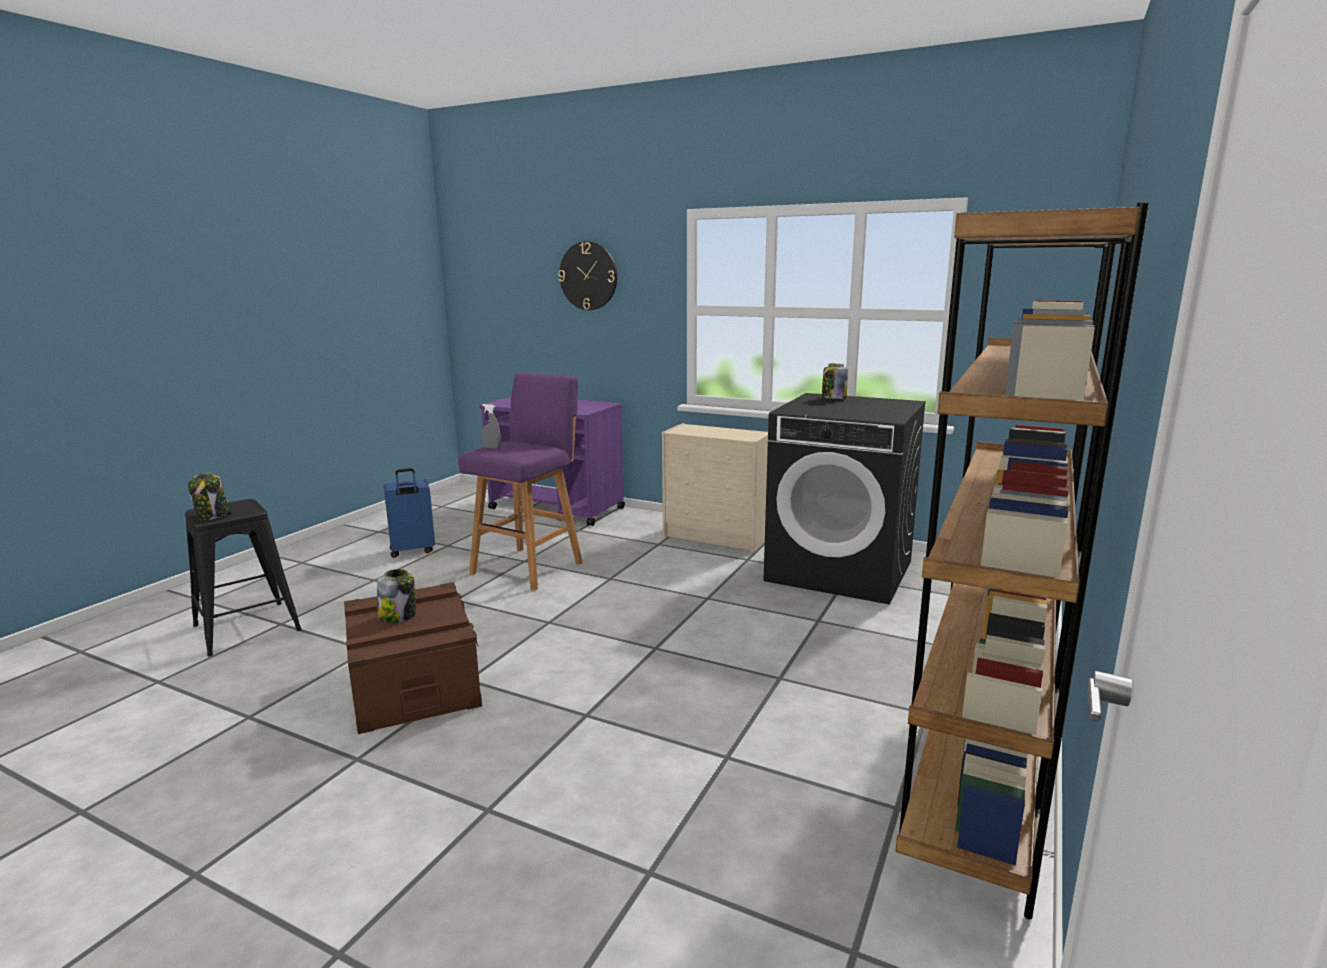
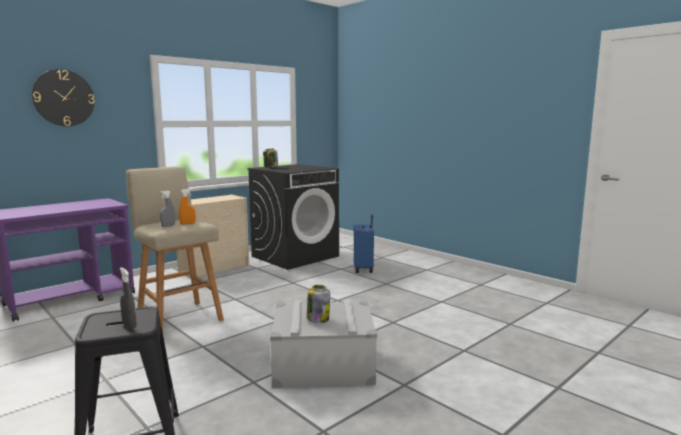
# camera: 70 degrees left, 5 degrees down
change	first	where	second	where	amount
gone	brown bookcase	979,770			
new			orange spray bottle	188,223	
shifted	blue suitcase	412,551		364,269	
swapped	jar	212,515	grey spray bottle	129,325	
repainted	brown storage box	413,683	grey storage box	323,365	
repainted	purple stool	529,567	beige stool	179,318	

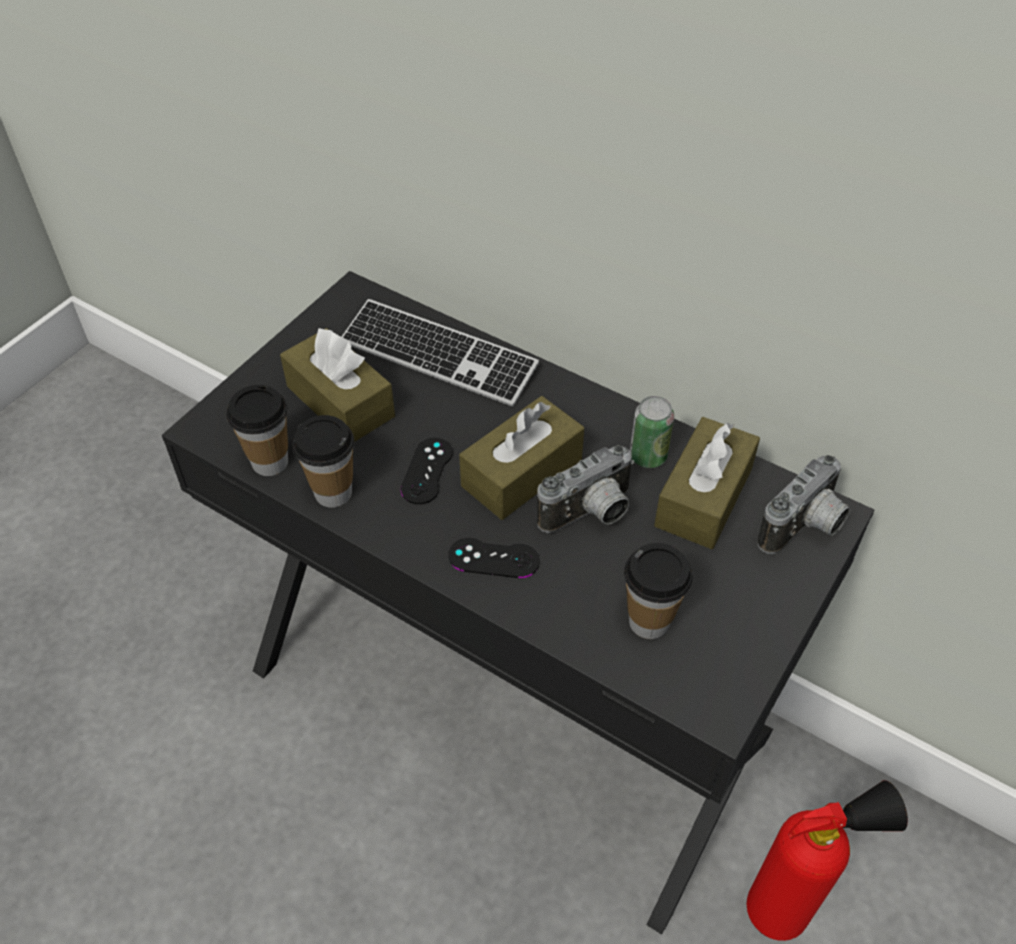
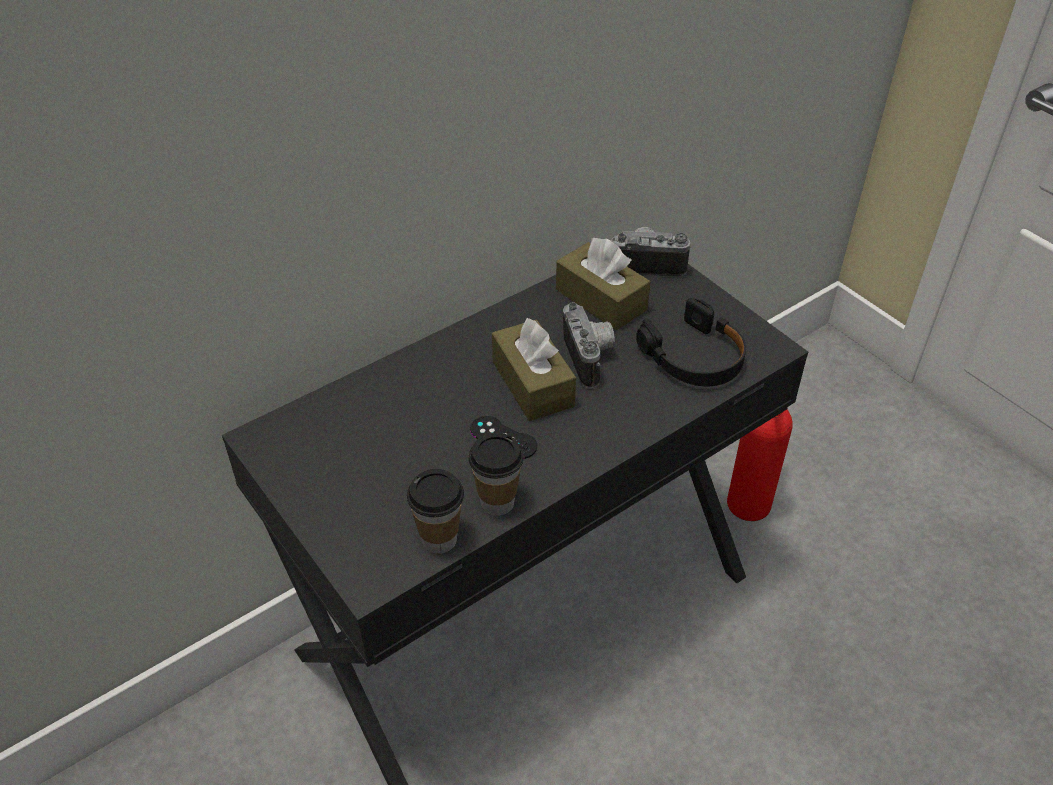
# camera: 70 degrees left, 5 degrees down
change	first	where	second	where	amount
gone	brown tissue box	340,401			
gone	keyboard	438,356			
gone	black game controller	494,558			
gone	can	648,456			
swapped	cup	649,621	black headphones	694,357	
rotated	photo camera	805,528		647,264	60 degrees counterclockwise

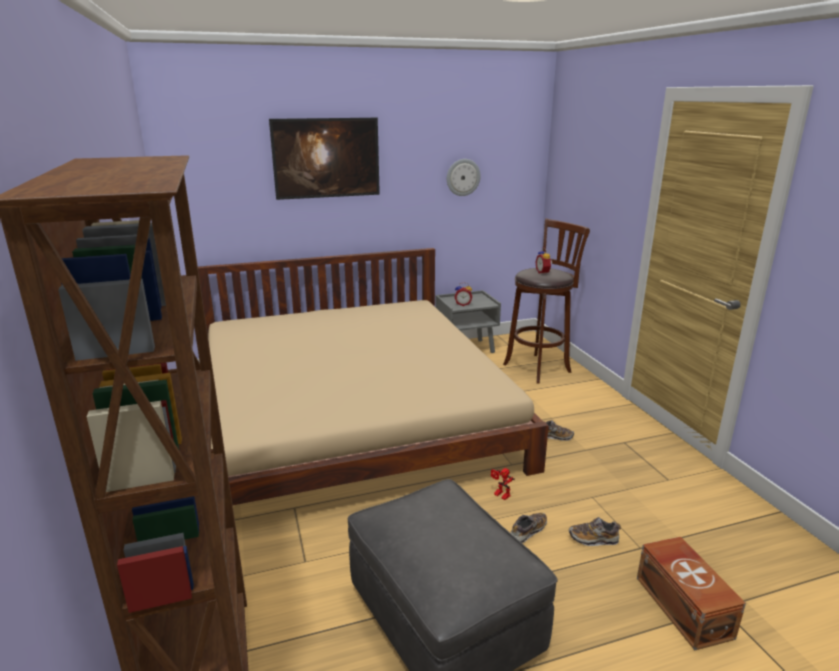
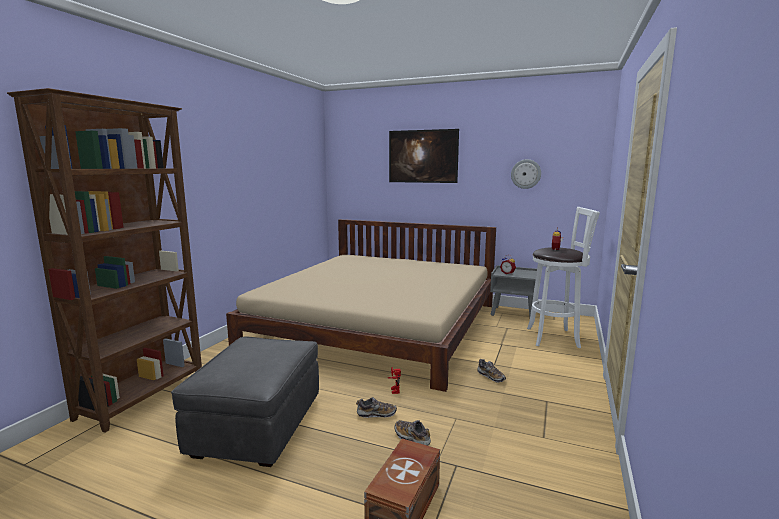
# camera: 40 degrees right, 10 degrees down
change	first	where	second	where	amount
repainted	brown stool	539,367	white stool	556,337	

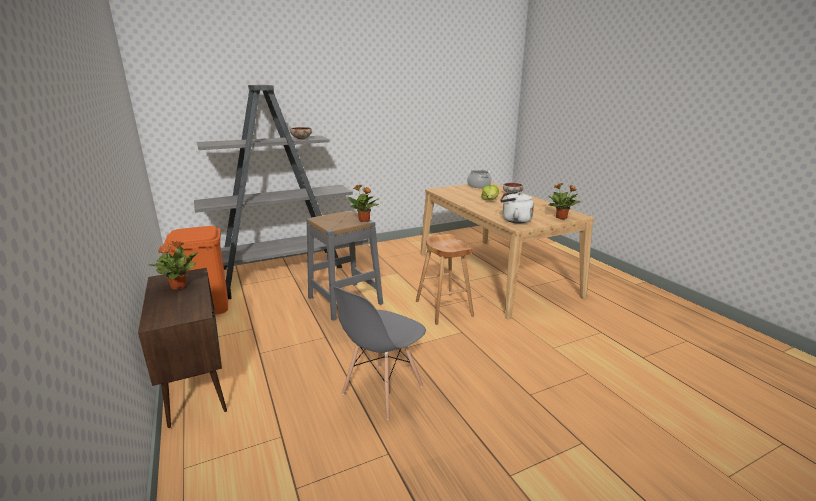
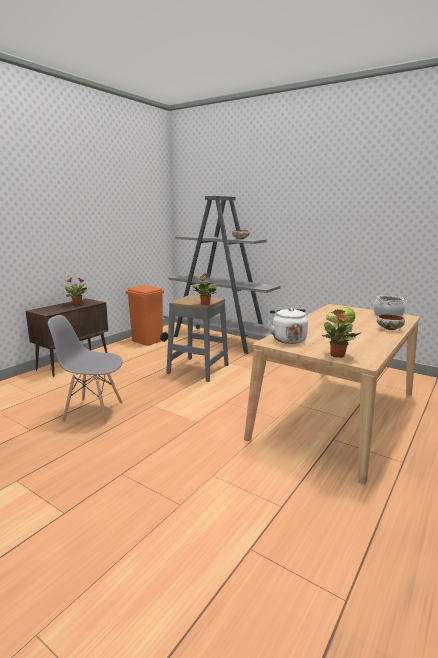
# camera: 60 degrees right, 5 degrees down
change	first	where	second	where	amount
gone	brown stool	444,308			

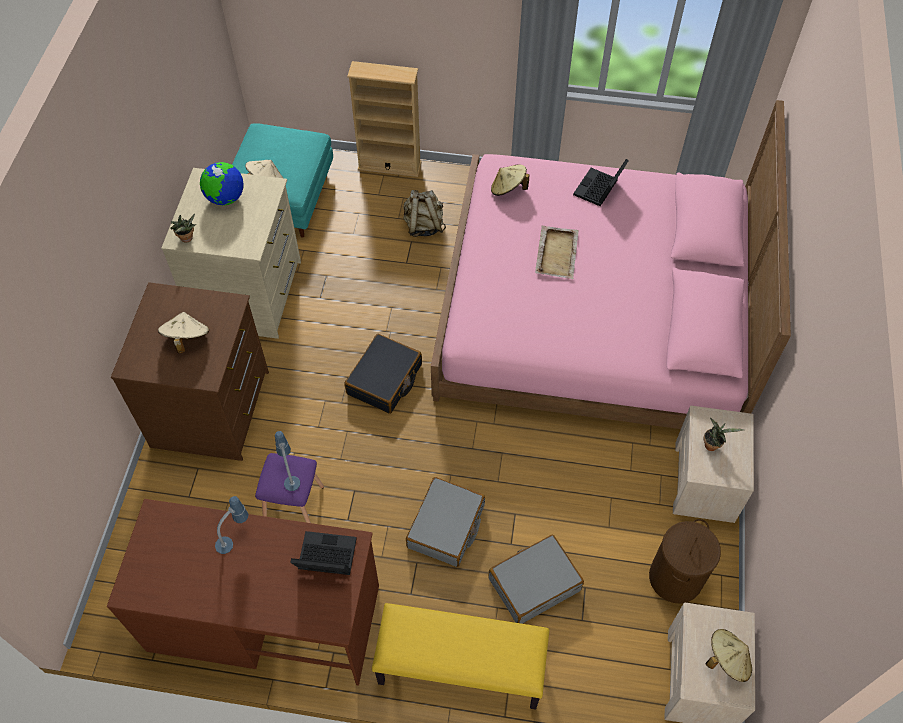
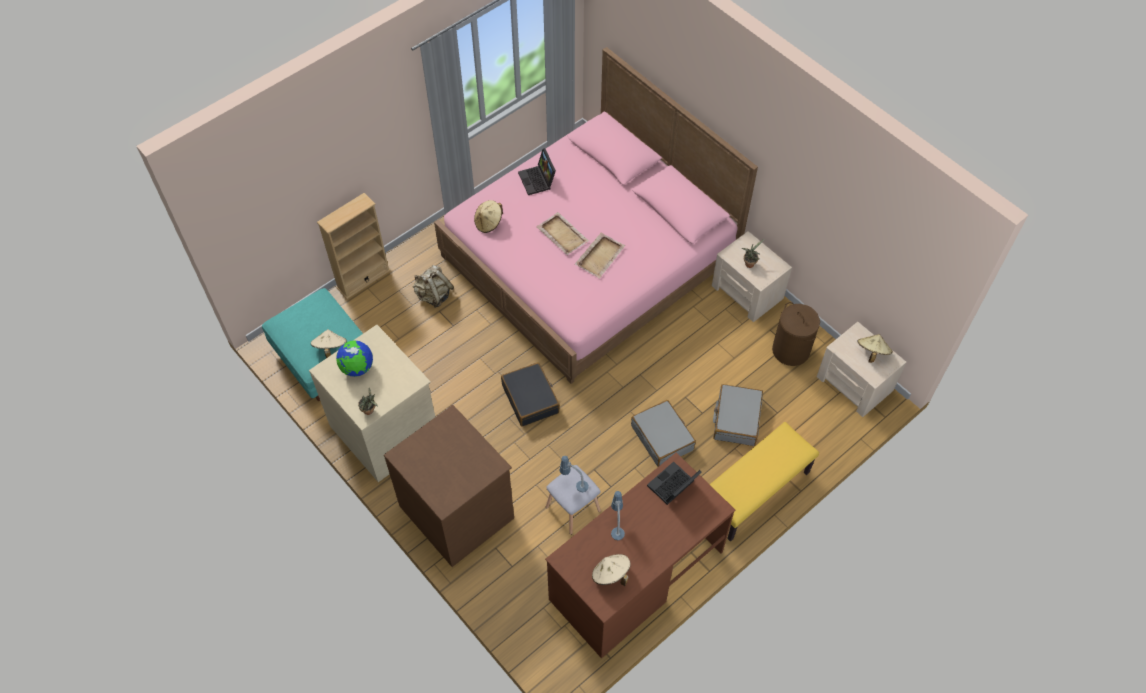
# camera: 50 degrees left, 0 degrees up
change	first	where	second	where	amount
new			beige tray	600,256	
shifted	beige hat	186,339		610,574	
repainted	purple stool	295,504	grey stool	573,508	

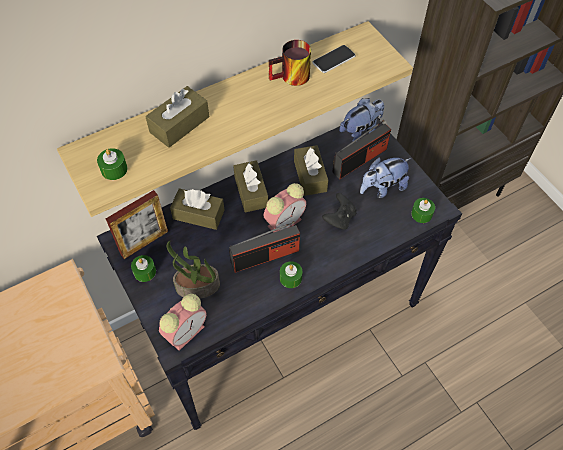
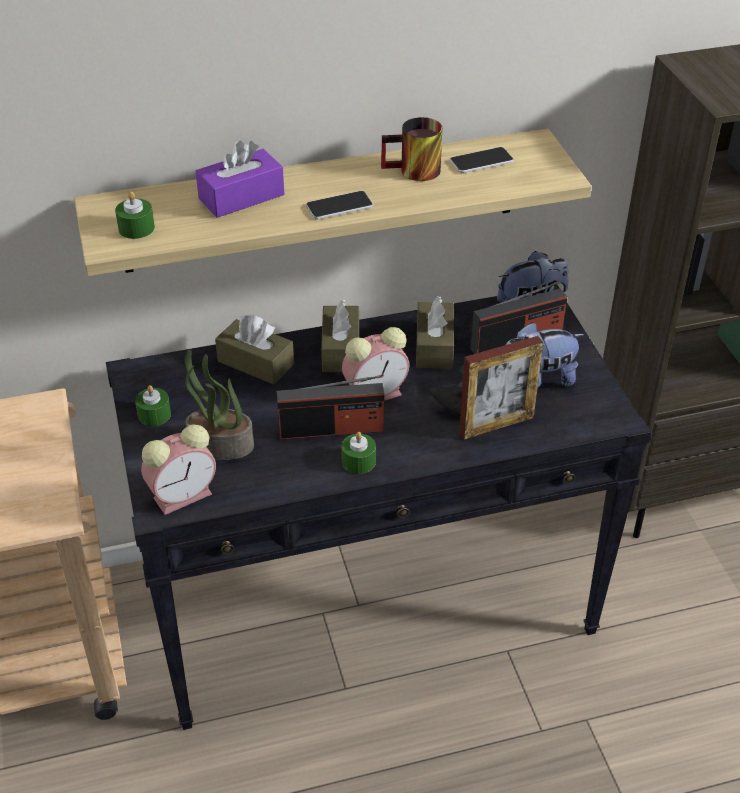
# camera: 15 degrees right, 15 degrees down
change	first	where	second	where	amount
gone	green candle	421,214			
new			phone	339,206	
shifted	picture frame	144,243		496,425	
repainted	brown tissue box	179,124	purple tissue box	241,197	

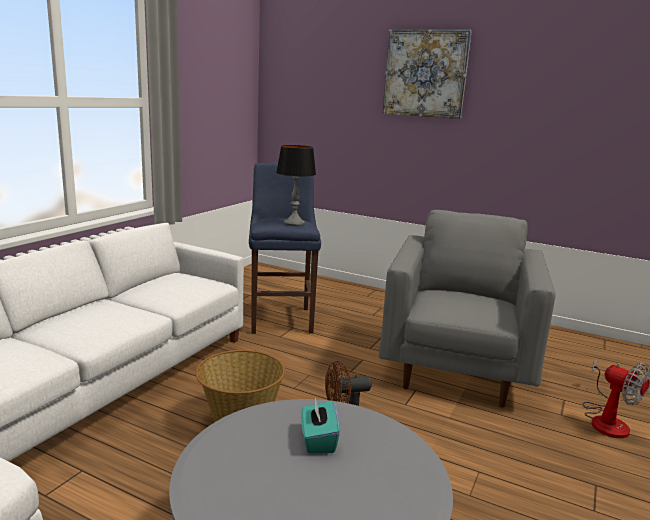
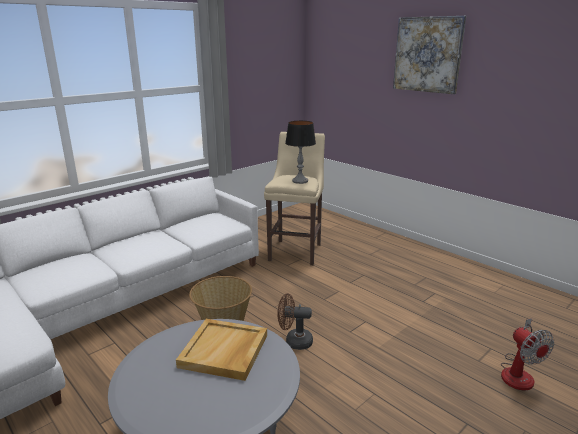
# camera: 20 degrees right, 5 degrees up
change	first	where	second	where	amount
gone	grey armchair	456,370			
swapped	turquoise tissue box	318,440	beige tray	224,351	
repainted	blue stool	281,318	beige stool	296,251	

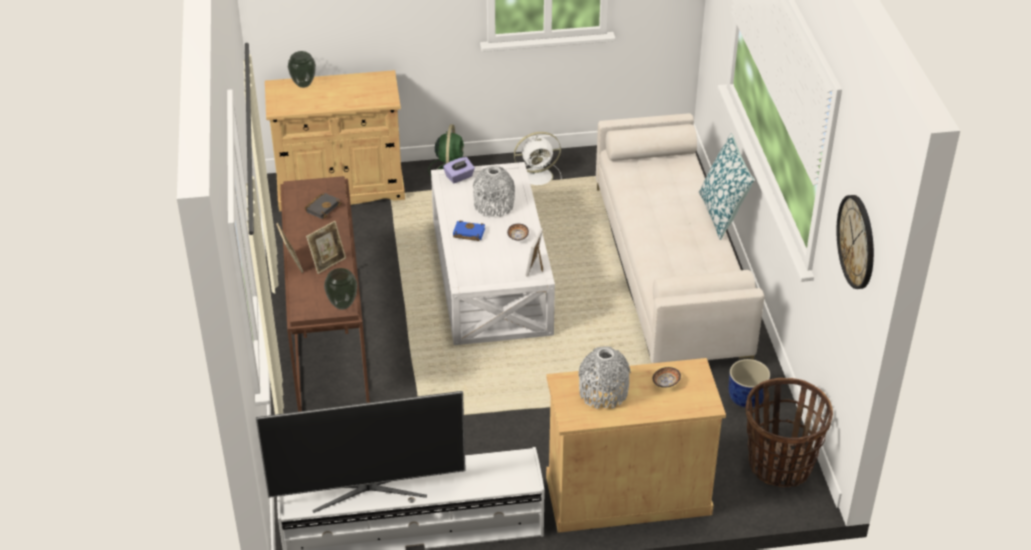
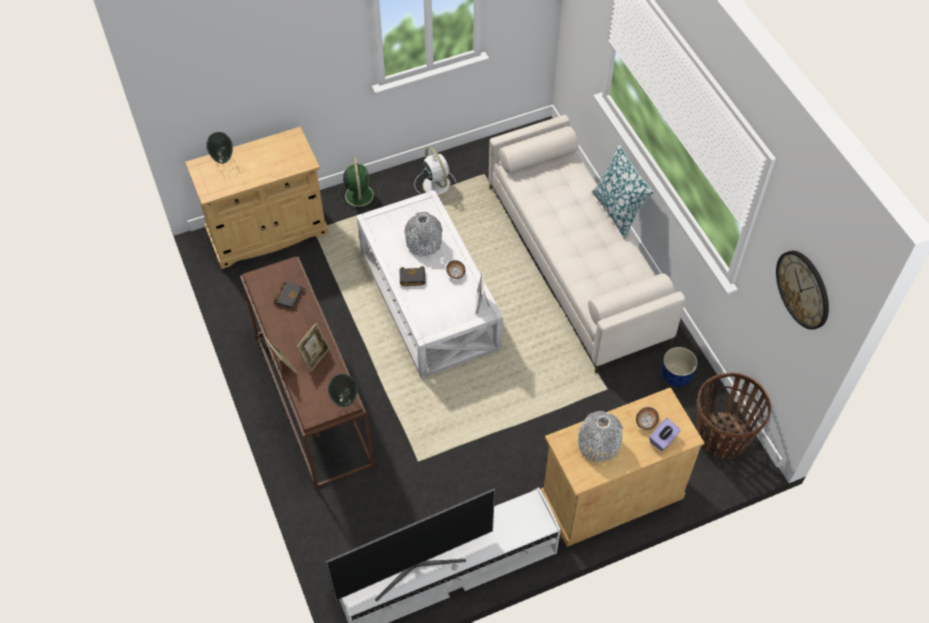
# camera: 15 degrees left, 15 degrees up
change	first	where	second	where	amount
shifted	purple tissue box	459,177		663,439	
repainted	blue book	468,233	black book	411,278	
rotated	white fan	538,176		435,184	90 degrees counterclockwise

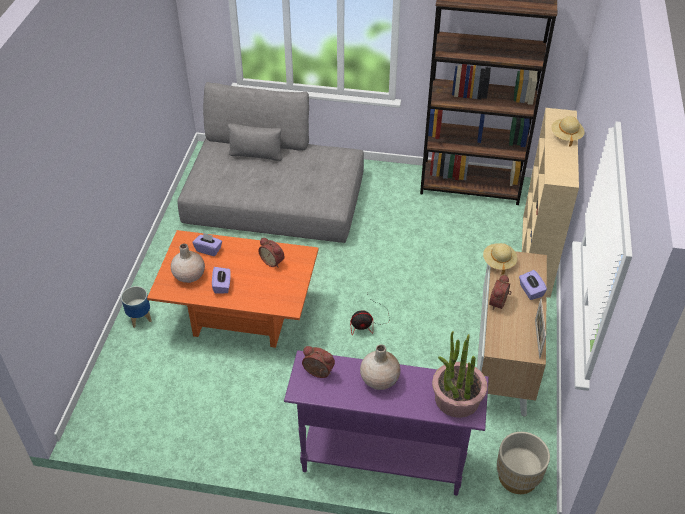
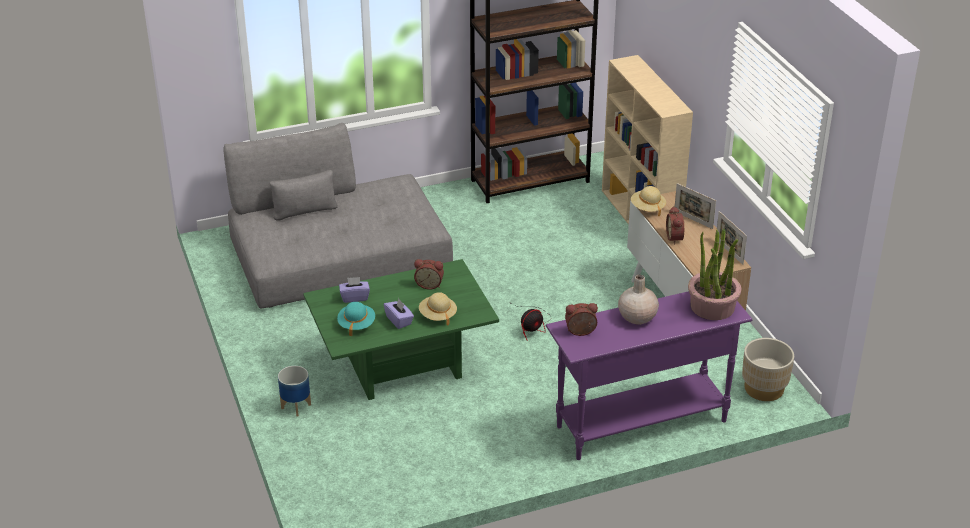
# camera: 30 degrees left, 10 degrees down
change	first	where	second	where	amount
shifted	beige hat	566,136		437,315	
swapped	beige vase	189,275	turquoise hat	356,324	
swapped	purple tissue box	530,291	picture frame	693,220	
repainted	orange coffee table	241,317	green coffee table	402,366	

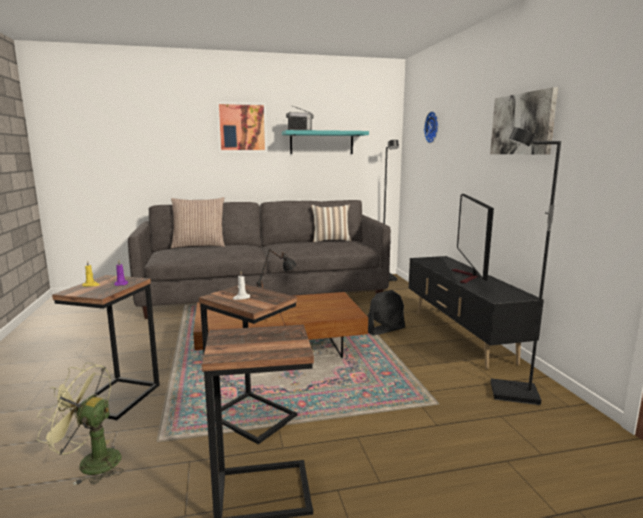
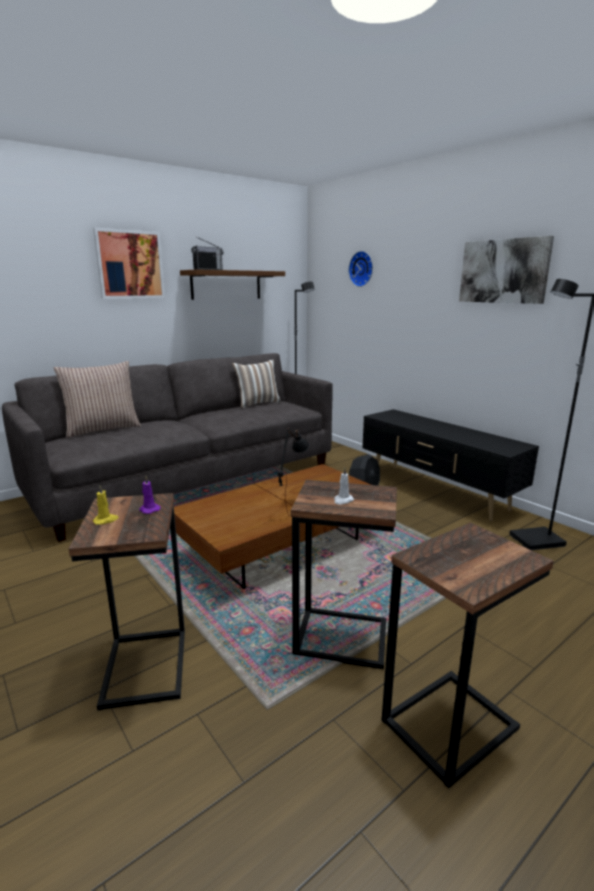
# camera: 25 degrees left, 5 degrees up
change	first	where	second	where	amount
gone	green fan	91,462			
gone	television	468,277			
repainted	turquoise shelf	321,142	brown shelf	226,285	

